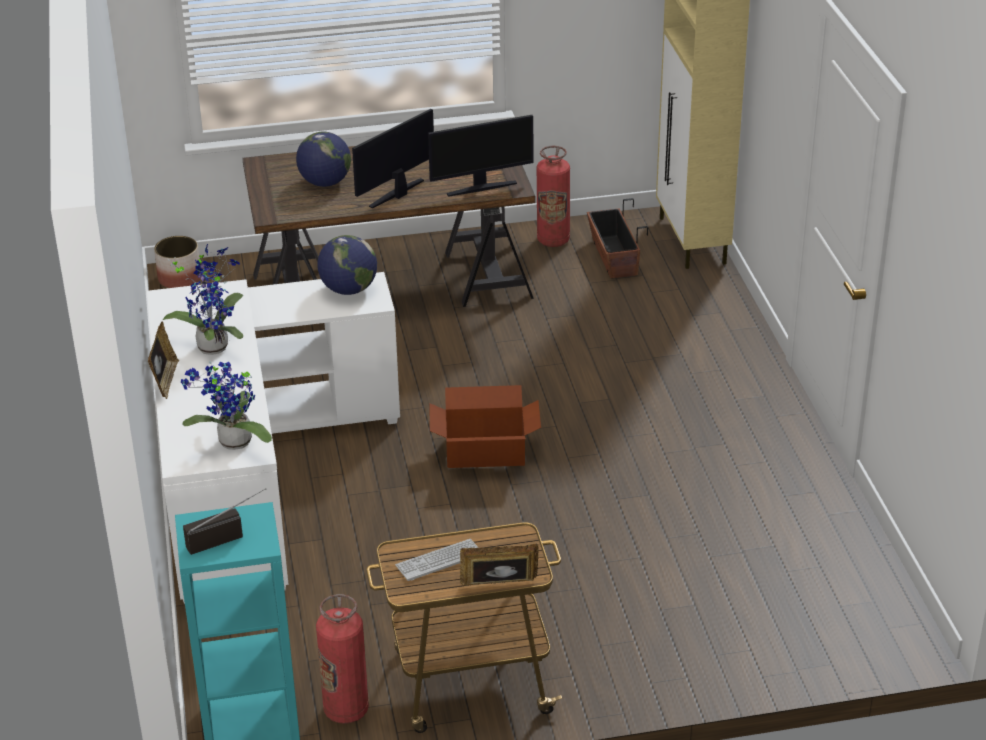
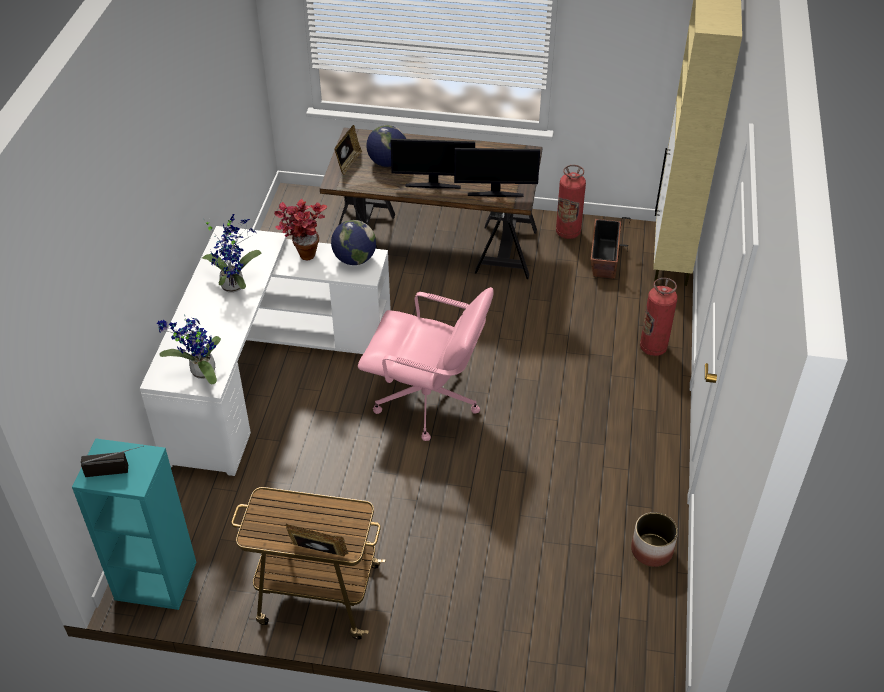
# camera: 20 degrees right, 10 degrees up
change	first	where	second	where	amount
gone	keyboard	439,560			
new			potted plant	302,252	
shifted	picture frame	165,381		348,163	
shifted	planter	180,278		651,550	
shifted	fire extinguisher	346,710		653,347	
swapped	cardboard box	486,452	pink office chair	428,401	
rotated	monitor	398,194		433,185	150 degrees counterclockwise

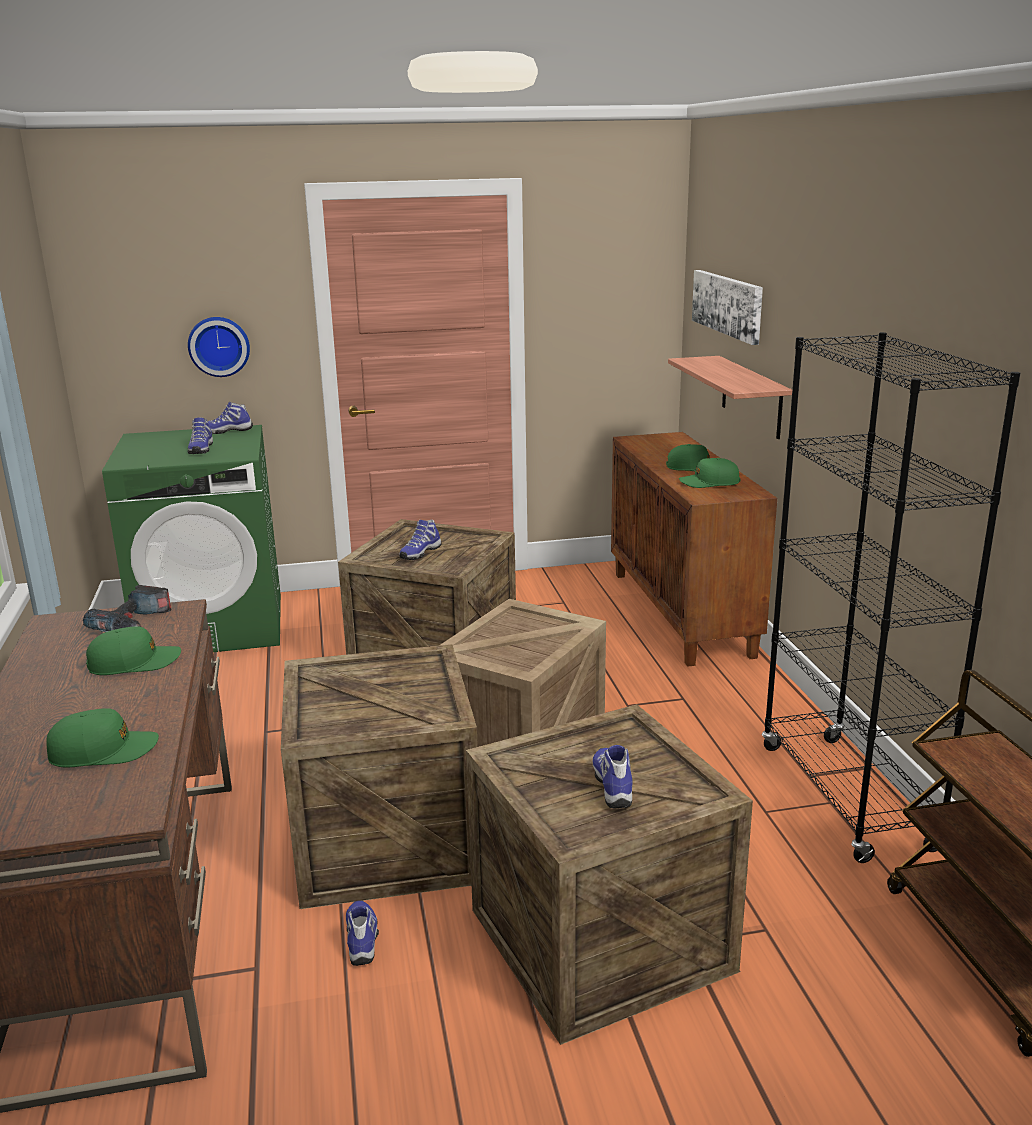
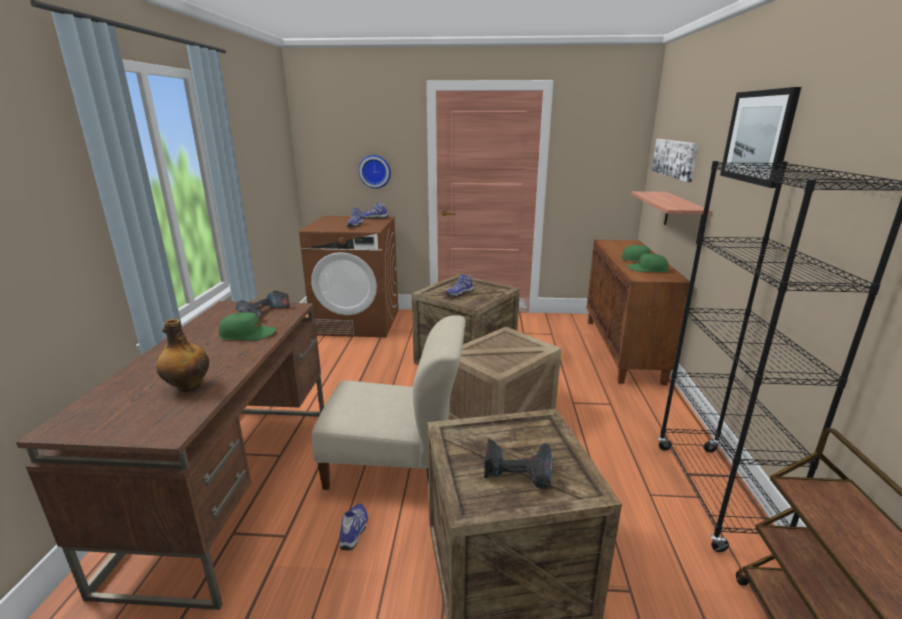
# camera: 15 degrees right, 0 degrees up
change	first	where	second	where	amount
new			picture	758,137	
swapped	green cap	103,751	bottle	188,386	
swapped	crate	386,841	beige chair	395,465	
swapped	shoe	614,786	power drill	518,469	
repainted	green washing machine	213,625	brown washing machine	358,322	

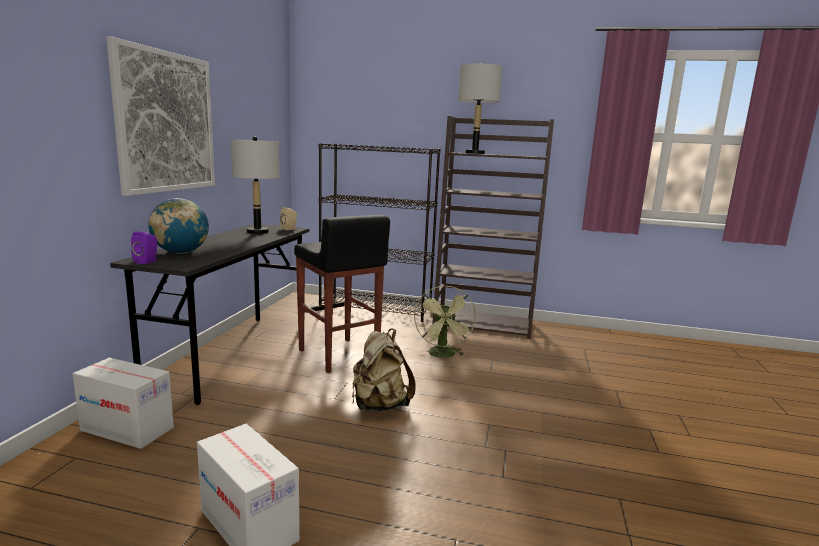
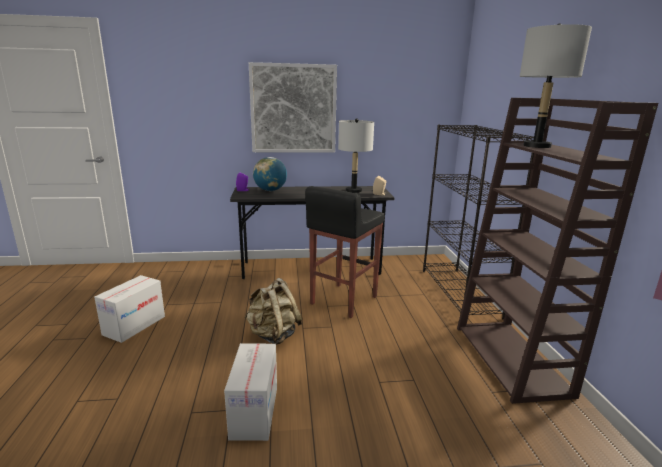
# camera: 70 degrees right, 5 degrees up
change	first	where	second	where	amount
gone	green fan	443,355			
shifted	cardboard box	127,429		254,412	

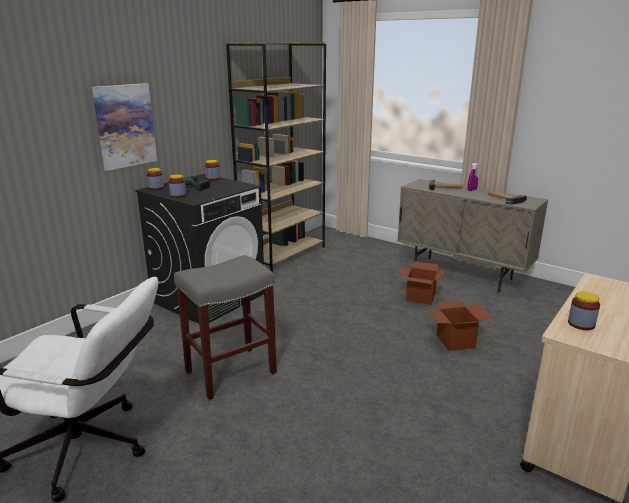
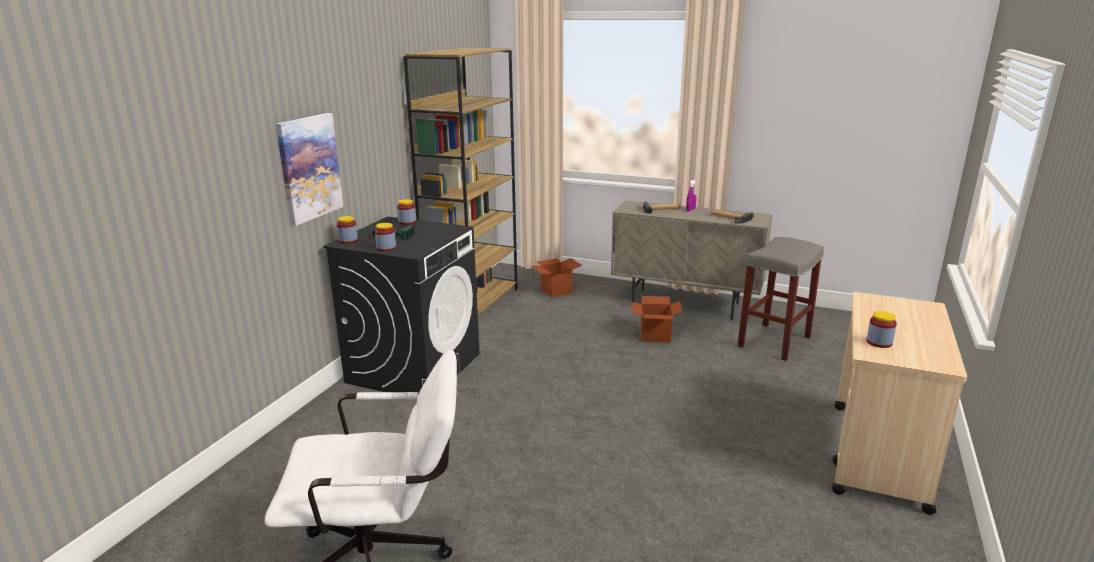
# camera: 15 degrees left, 0 degrees up
change	first	where	second	where	amount
shifted	grey stool	231,371		774,341	
shifted	cardboard box	455,341		556,291	

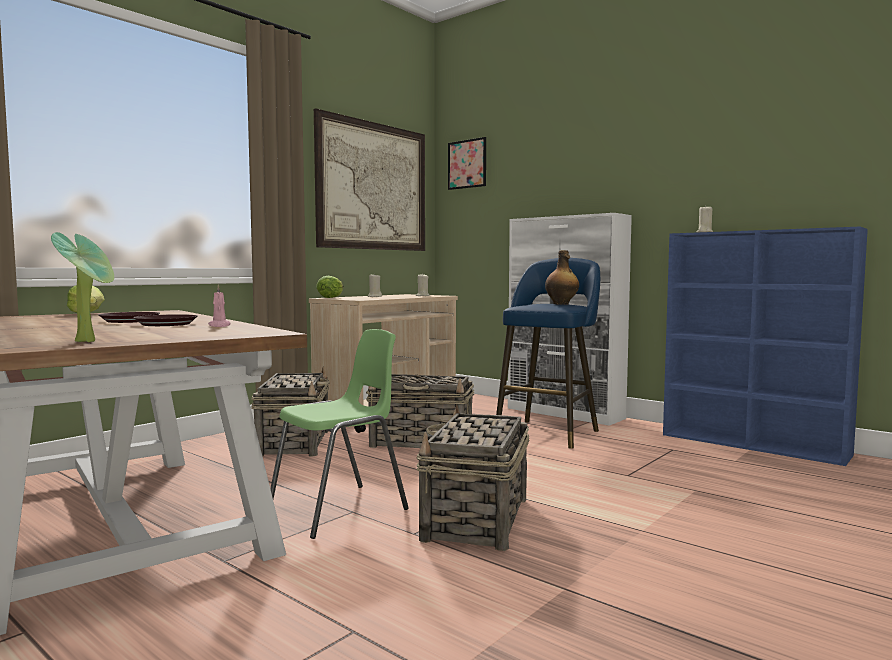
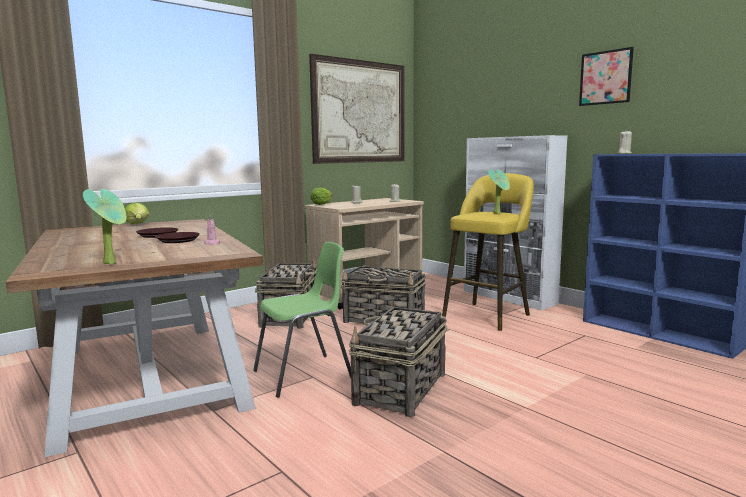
# camera: 10 degrees right, 5 degrees up
change	first	where	second	where	amount
shifted	picture	467,164		605,77	
swapped	bottle	561,304	potted plant	498,213	
repainted	blue stool	549,432	yellow stool	488,315	

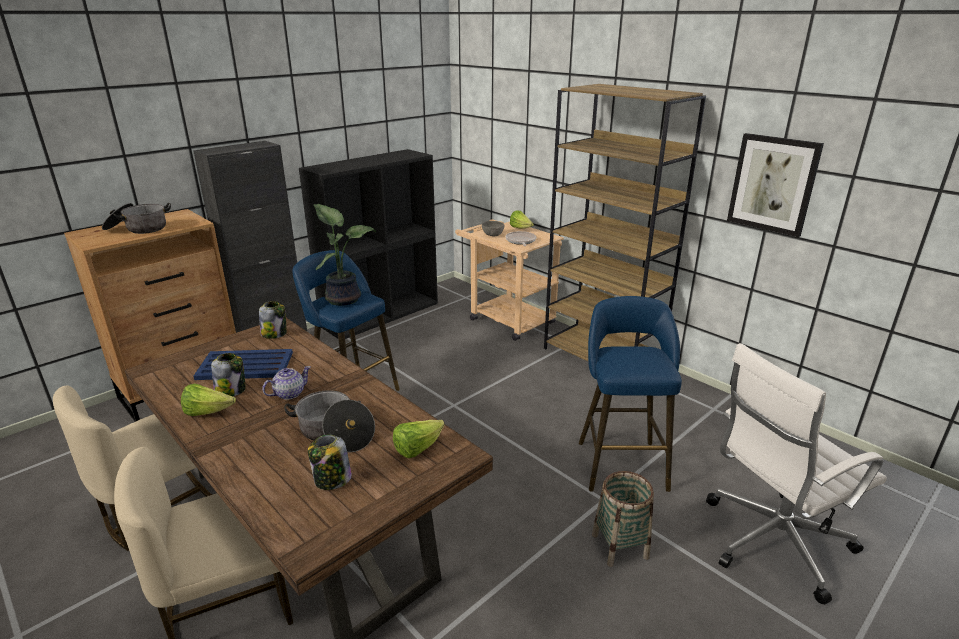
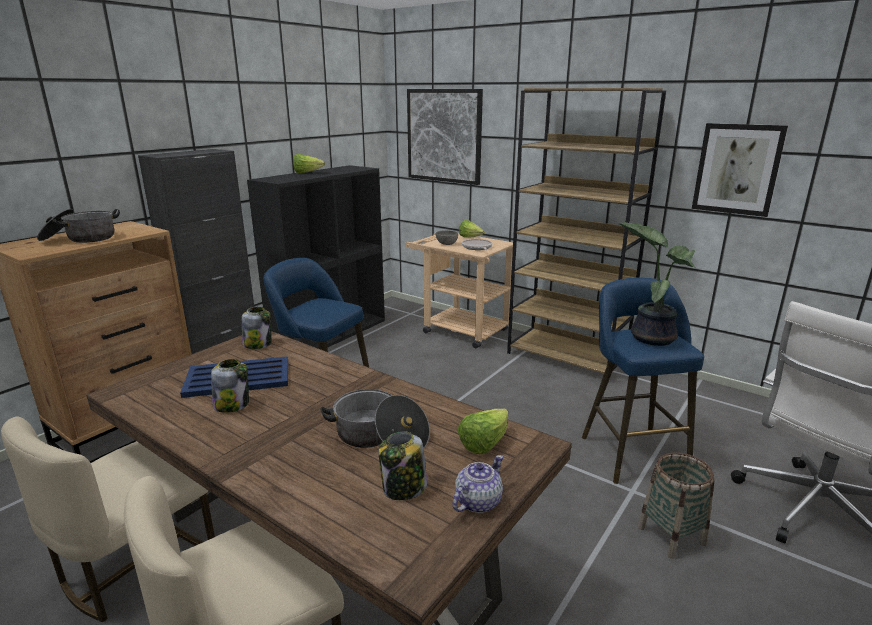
# camera: 10 degrees left, 5 degrees down
change	first	where	second	where	amount
new			picture	444,136	
shifted	lettuce	208,412		307,173	
shifted	teapot	289,393		477,502	
shifted	potted plant	344,298		651,337	

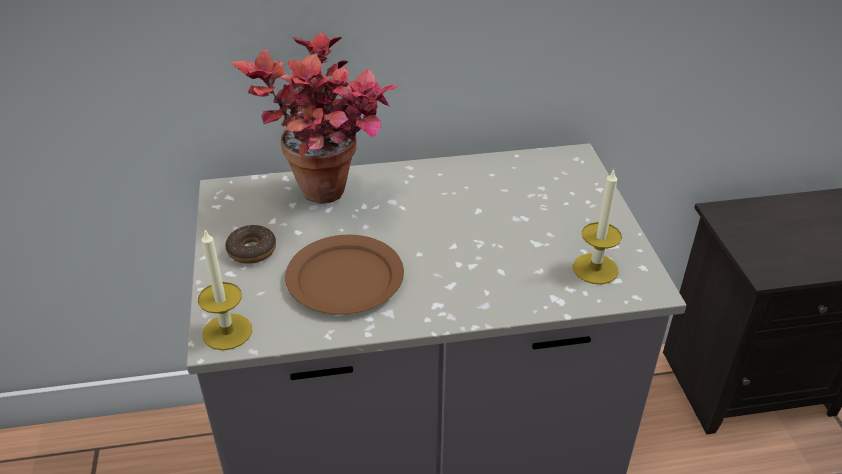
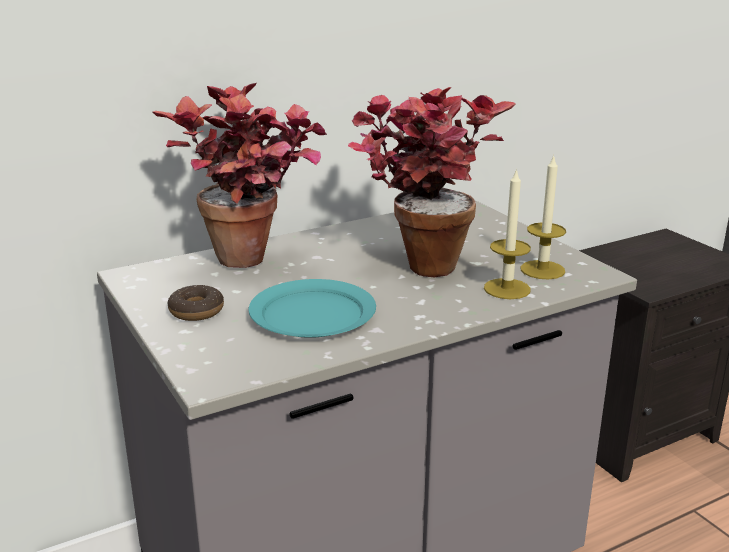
# camera: 20 degrees left, 15 degrees down
change	first	where	second	where	amount
new			potted plant	419,262	
shifted	candle	227,332		507,289	
repainted	brown plate	345,278	turquoise plate	312,313	

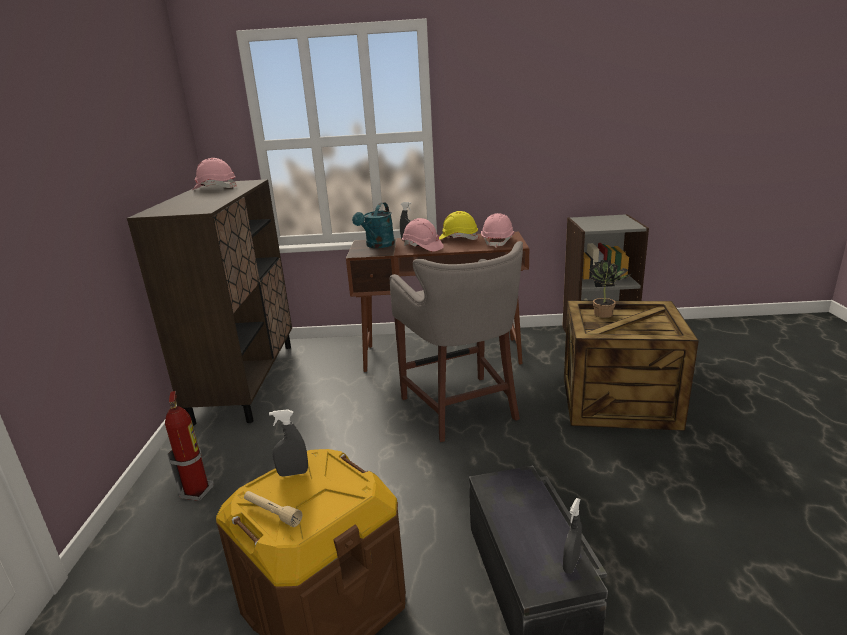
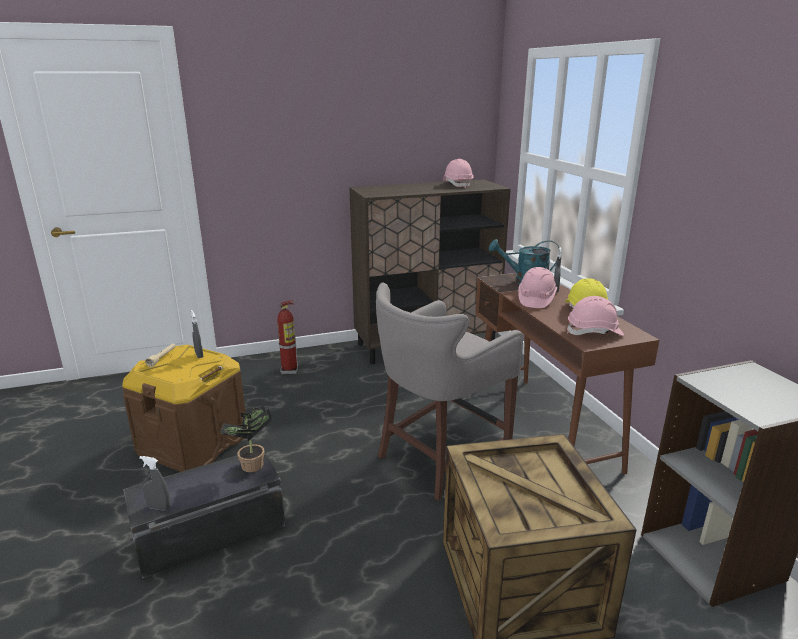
# camera: 70 degrees right, 0 degrees up
change	first	where	second	where	amount
shifted	potted plant	606,314		251,467	

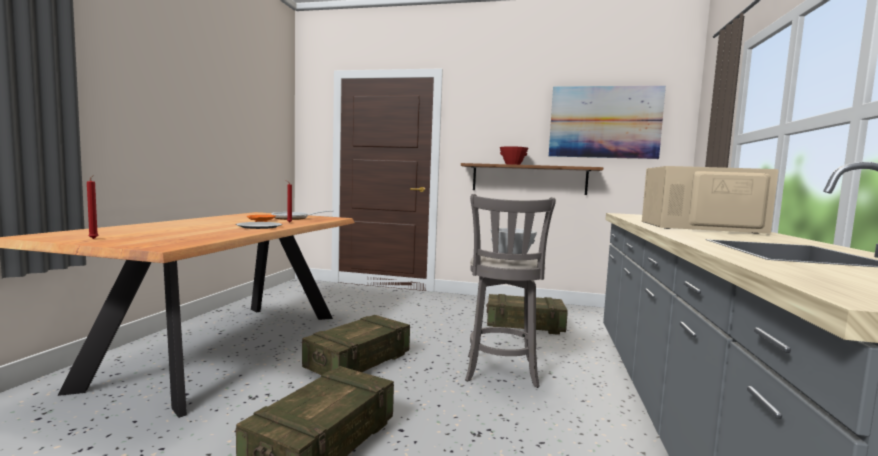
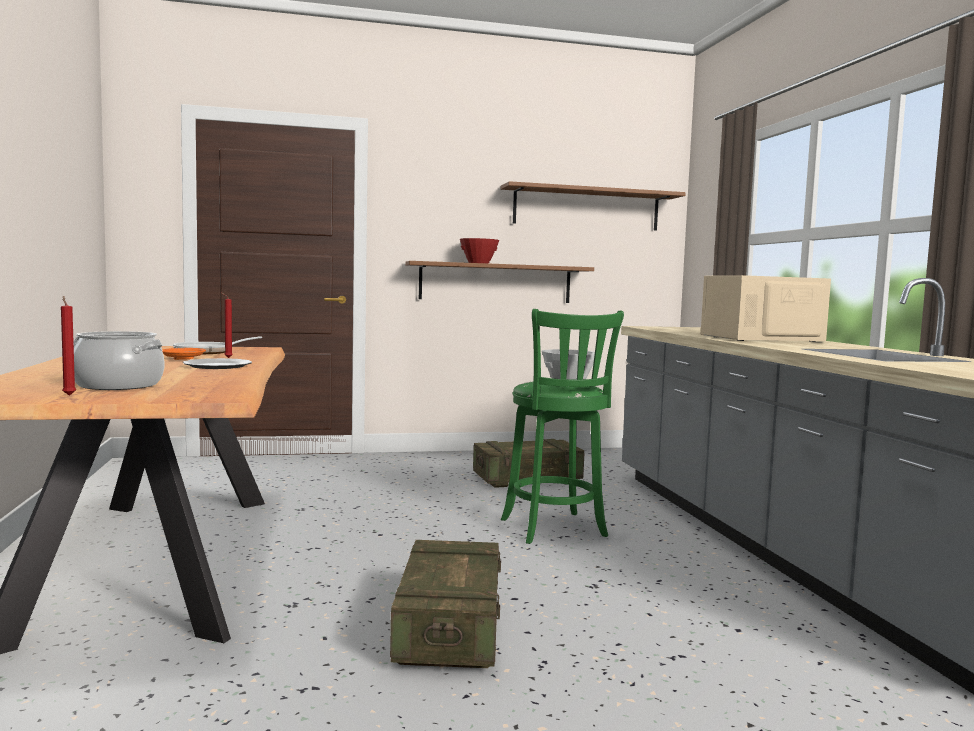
# camera: 25 degrees left, 0 degrees up
change	first	where	second	where	amount
gone	crate	358,362			
new			cooking pot	119,385	
swapped	picture	604,122	brown shelf	586,209	
repainted	grey stool	501,373	green stool	555,530	

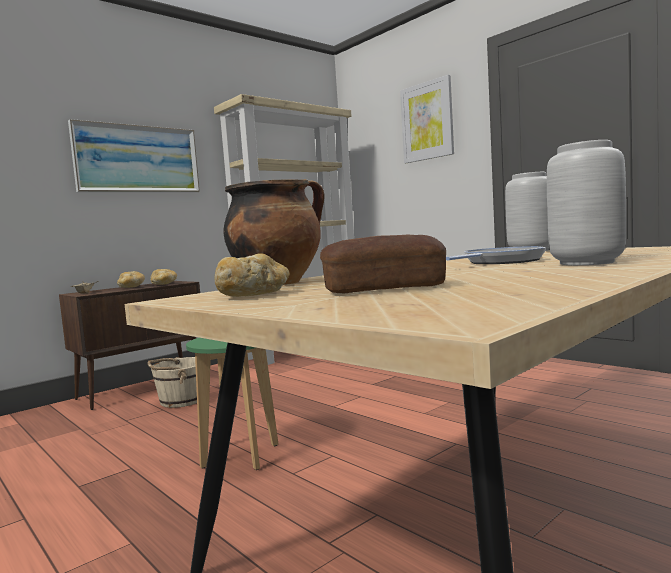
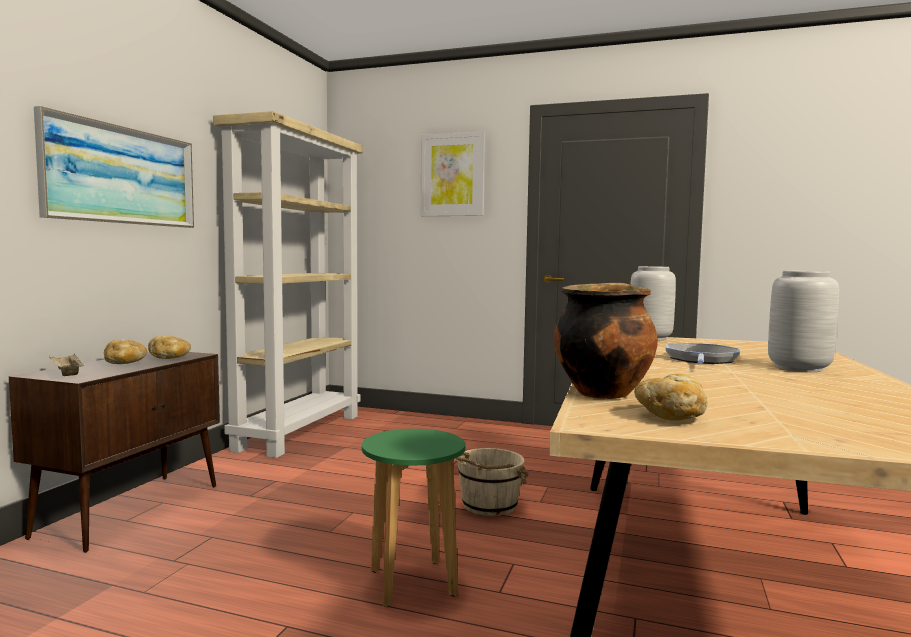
# camera: 30 degrees left, 0 degrees up
change	first	where	second	where	amount
gone	bread	384,289			
shifted	beige bucket	181,400		488,505	

